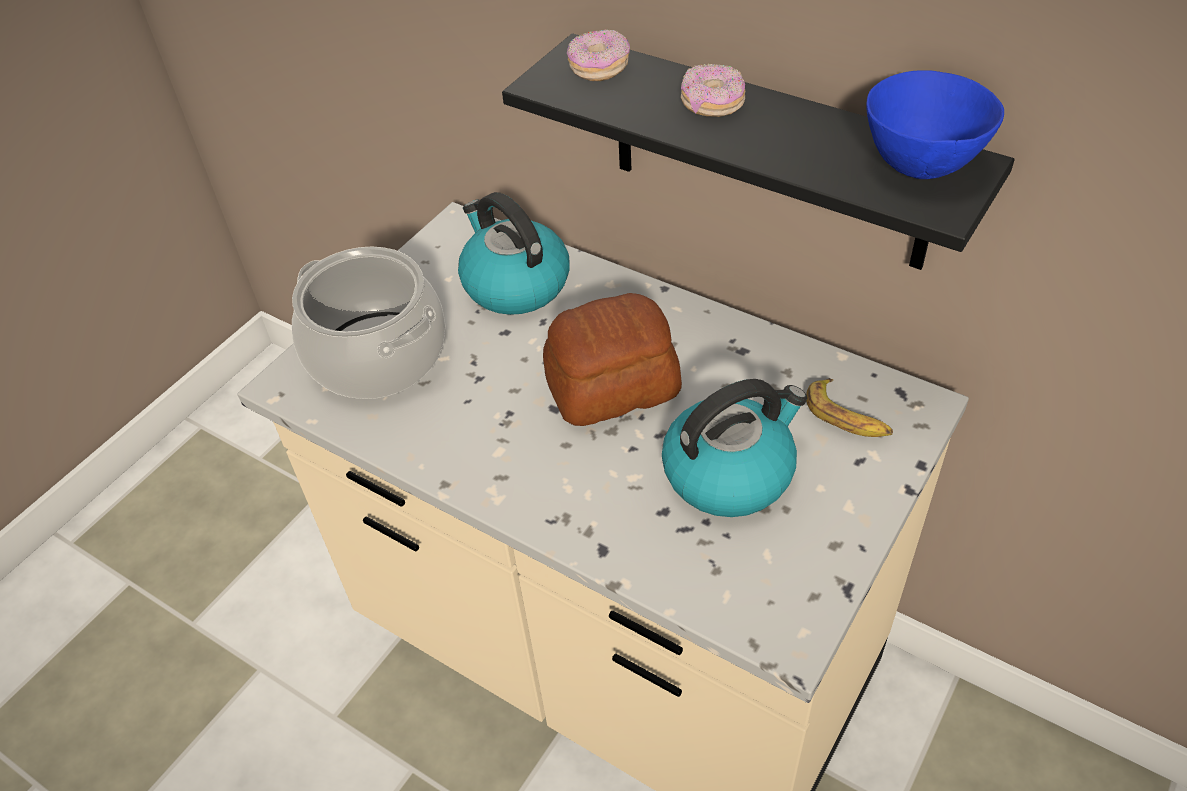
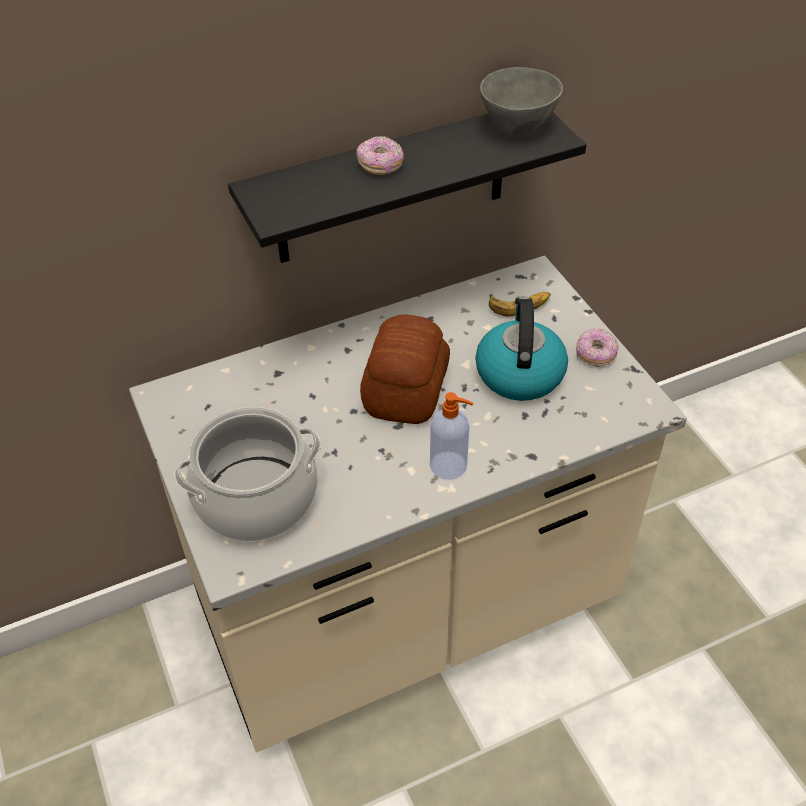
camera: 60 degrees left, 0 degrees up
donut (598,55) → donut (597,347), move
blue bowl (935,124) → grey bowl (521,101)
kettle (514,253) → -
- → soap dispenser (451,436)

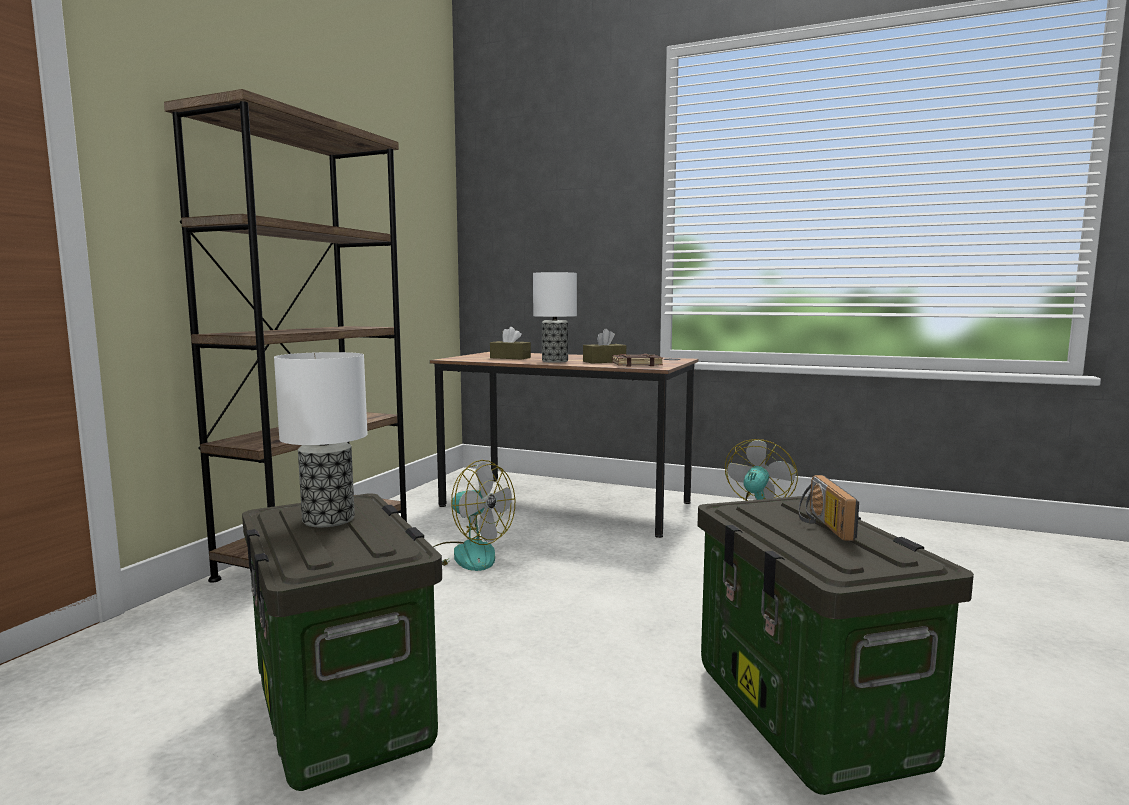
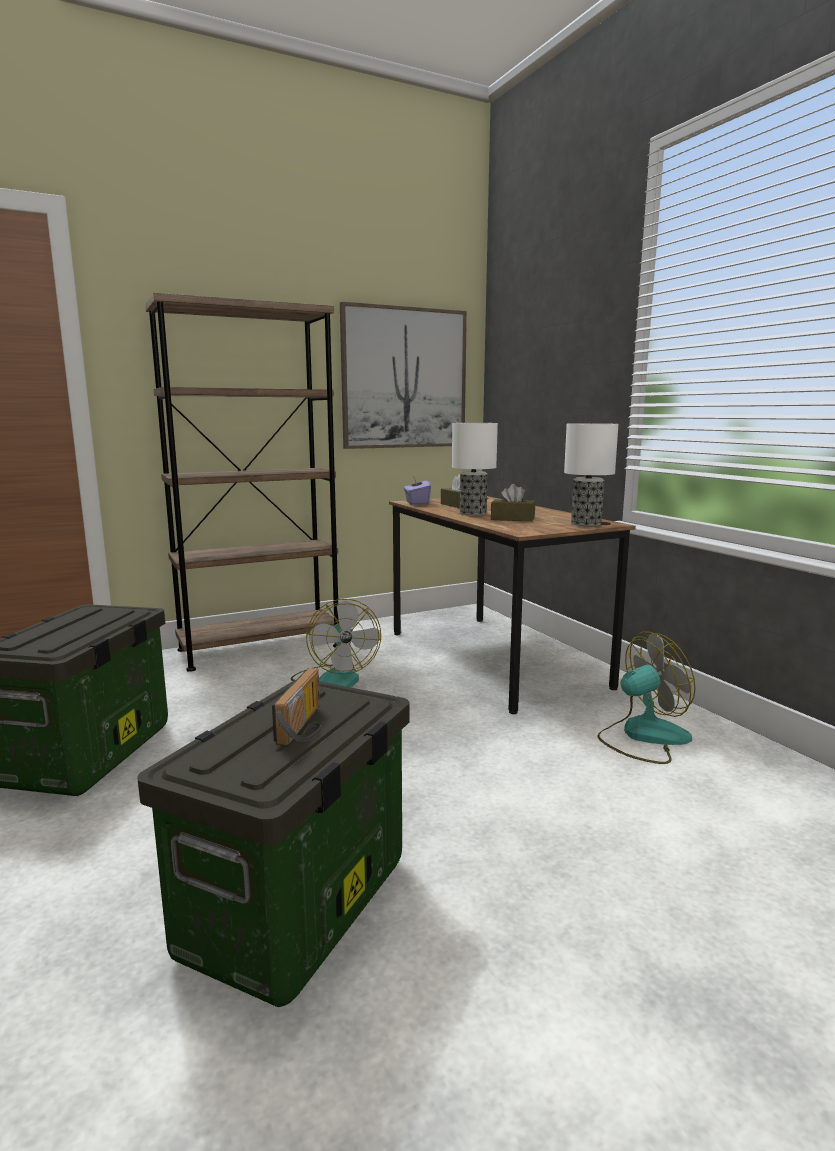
camera: 40 degrees right, 5 degrees up
table lamp (320,439) → table lamp (591,474), move
brown book (637,360) → -
radio (829,508) → radio (296,707), 150 degrees clockwise
- → picture (403,375)
- → purple tissue box (417,490)

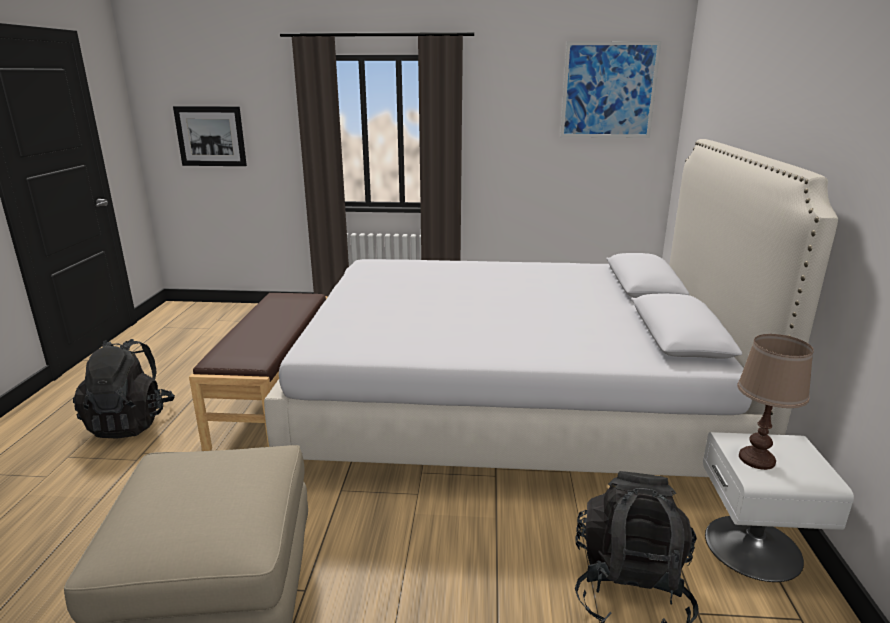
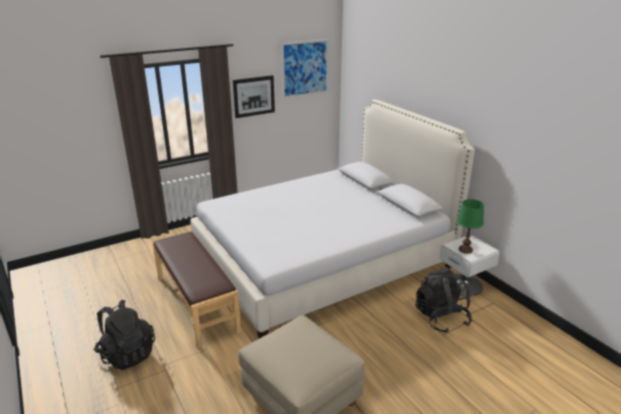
camera: 35 degrees left, 5 degrees up
picture (210,136) → picture (254,96), move
brown table lamp (775,402) → green table lamp (470,226)

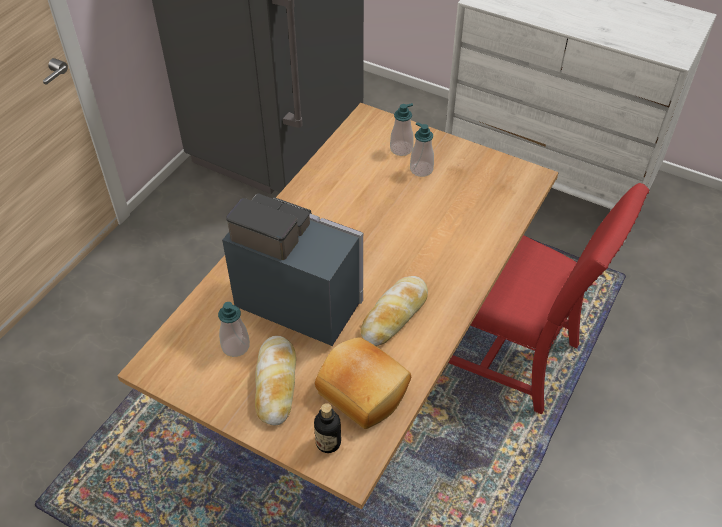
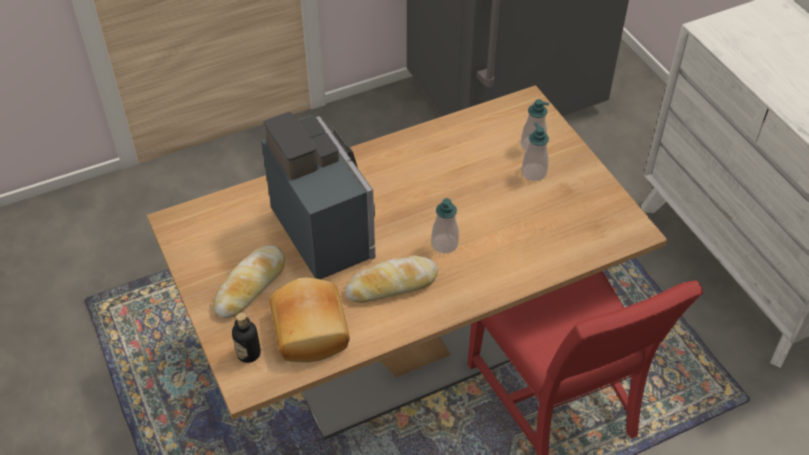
camera: 35 degrees right, 0 degrees up
soap dispenser (234,329) → soap dispenser (445,225), move

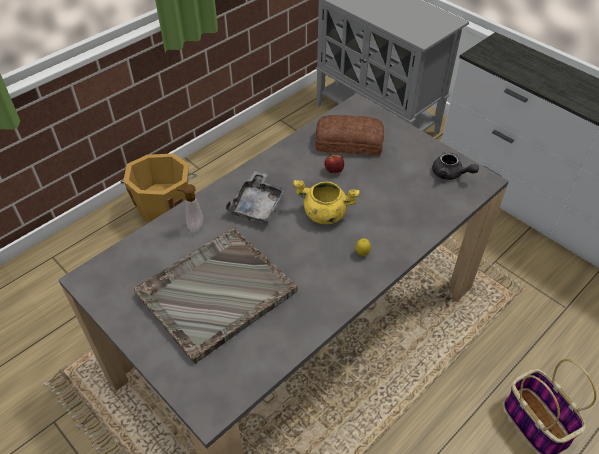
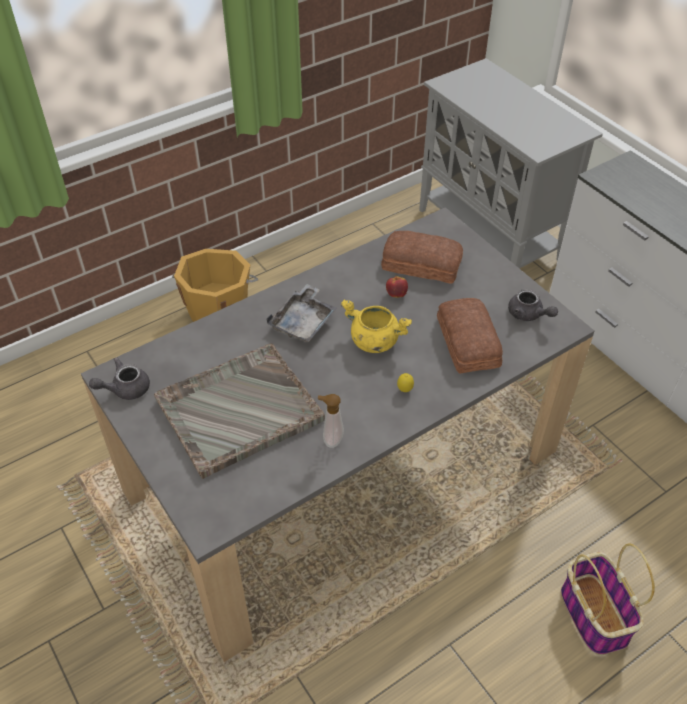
camera: 10 degrees right, 0 degrees up
soap dispenser (189,208) → soap dispenser (331,421), move
- → bread (470,336)
- → grey teapot (119,378)

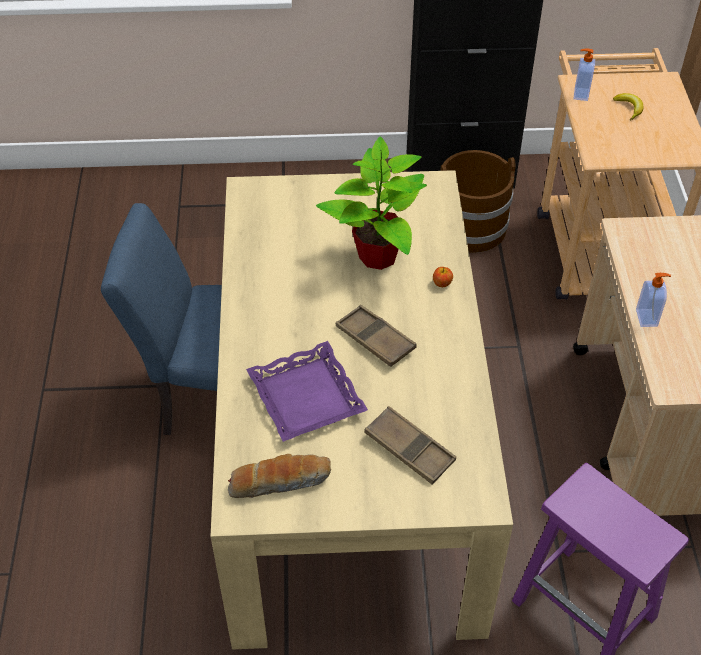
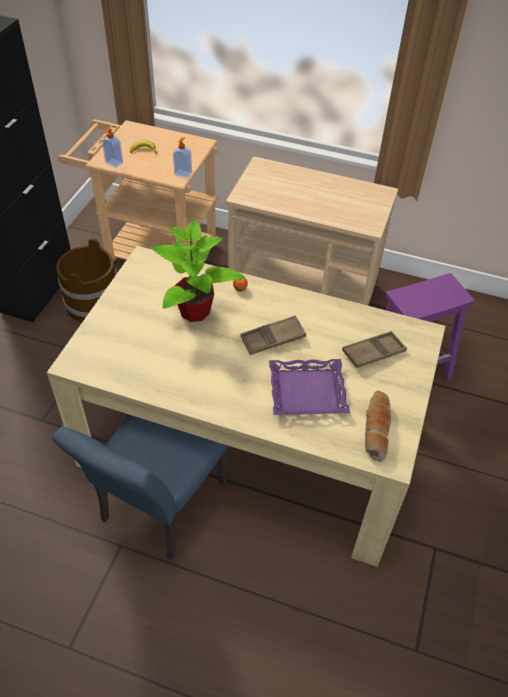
camera: 70 degrees left, 0 degrees up
soap dispenser (653,300) → soap dispenser (182,157), move

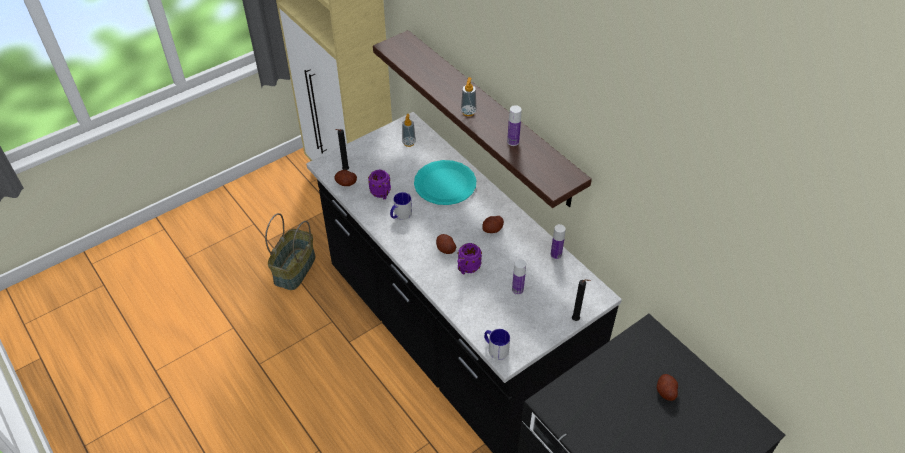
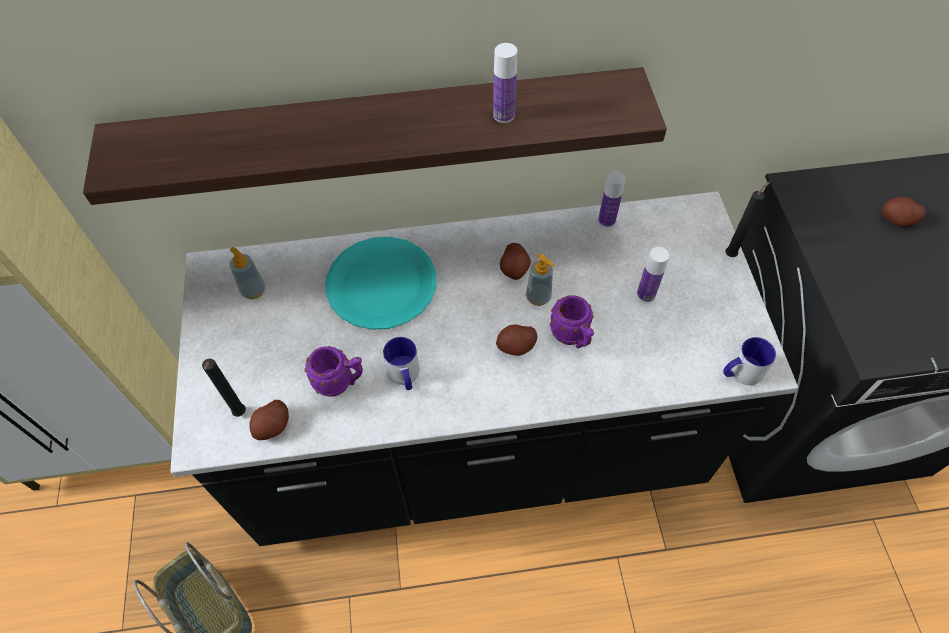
camera: 60 degrees left, 10 degrees up
soap dispenser (468,96) → soap dispenser (540,279), move

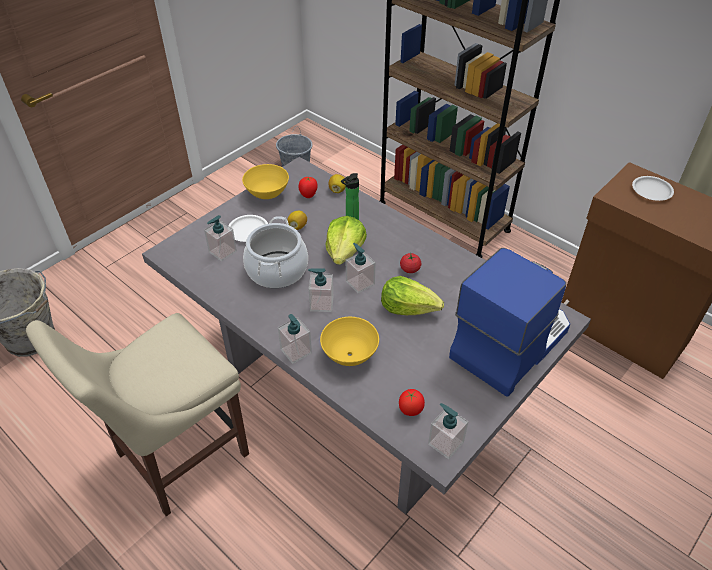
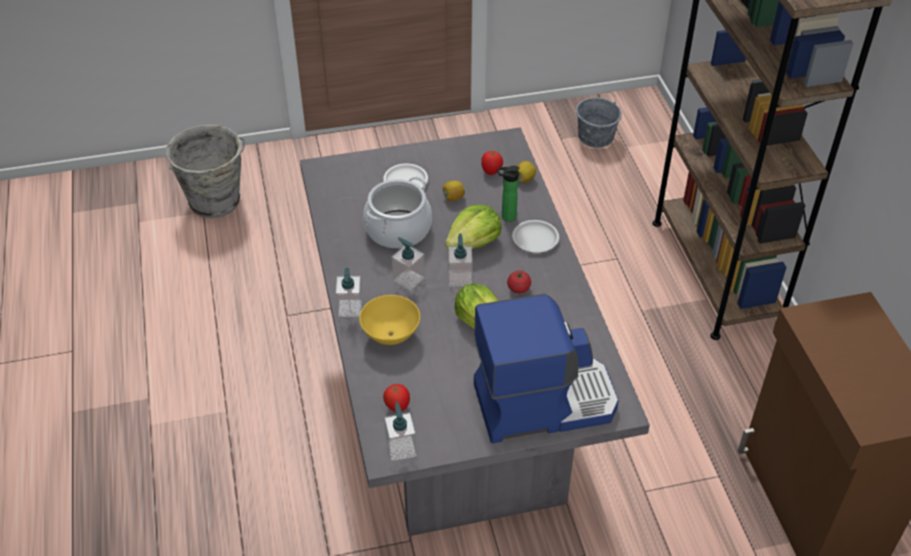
camera: 35 degrees right, 0 degrees up
yellow bowl (265,181) → -
white plate (653,188) → white plate (535,236), move
soap dispenser (220,238) → -
beige chair (137,414) → -

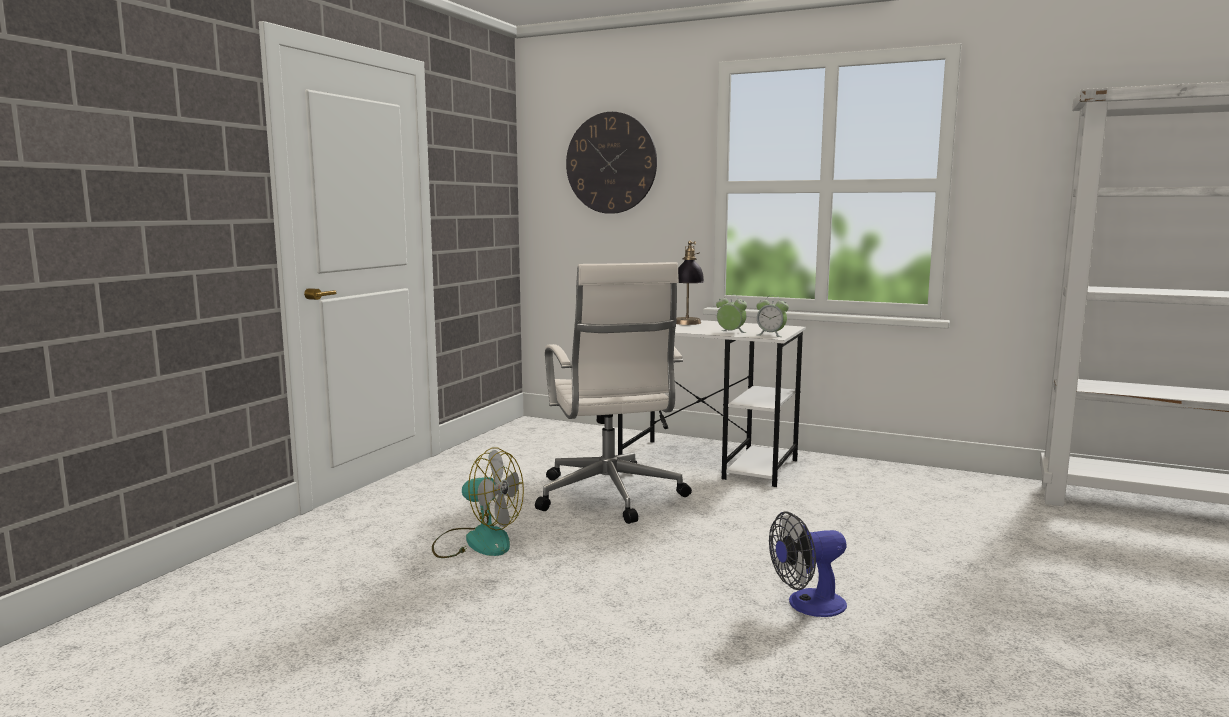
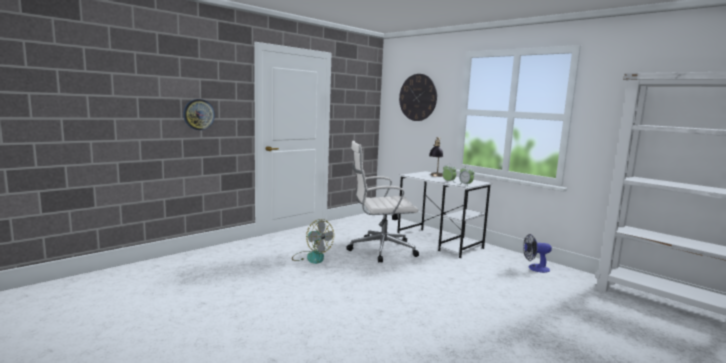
camera: 20 degrees right, 0 degrees up
white office chair (613,393) → white office chair (382,201), 75 degrees clockwise
fan (808,564) → fan (537,253), move
- → wall clock (199,114)

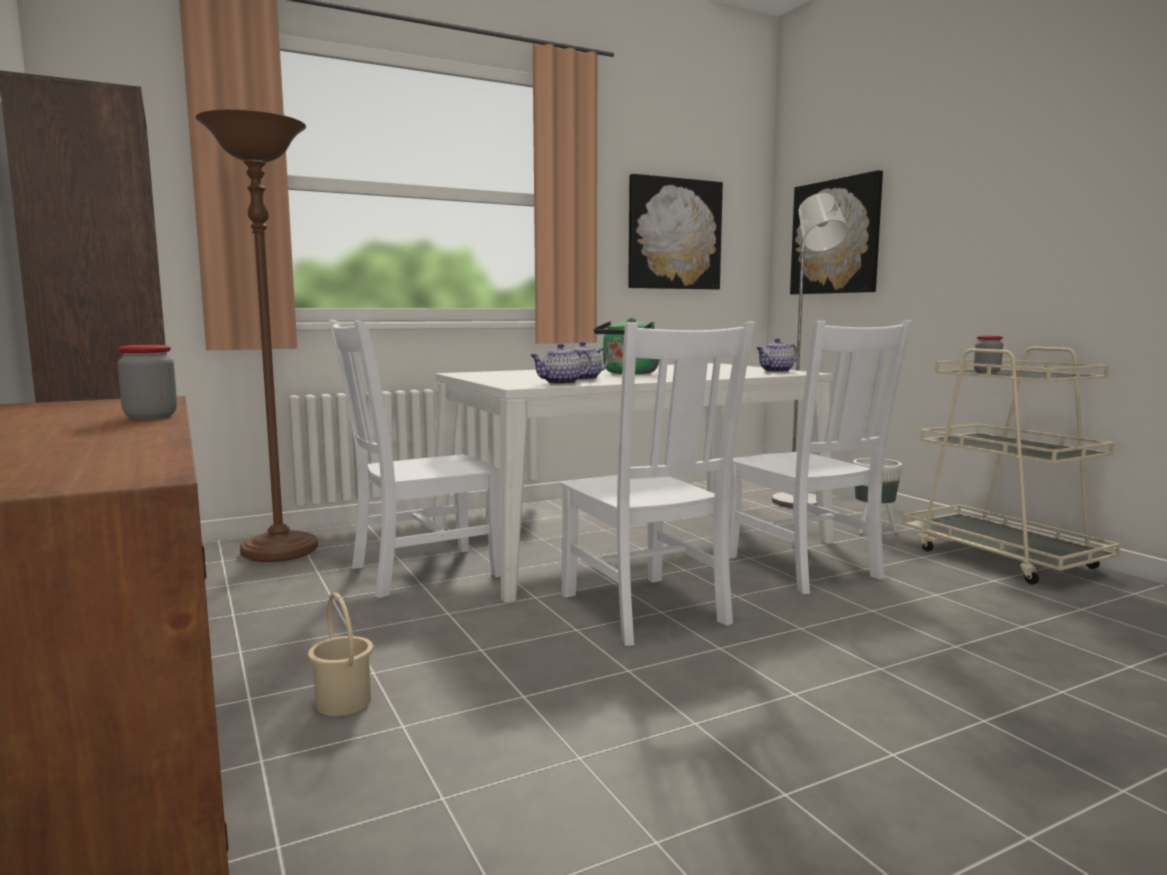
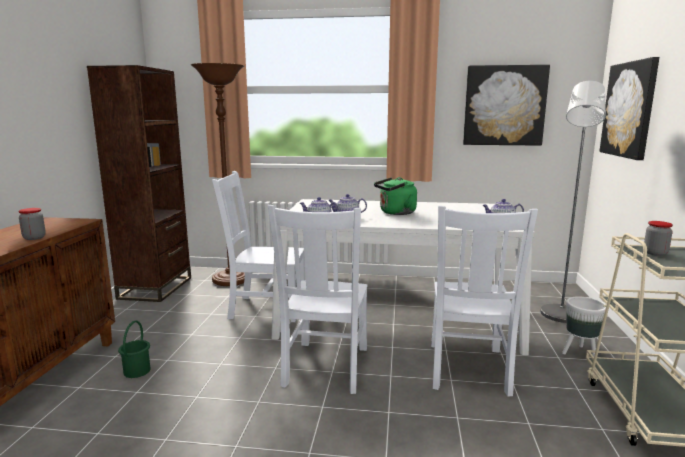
camera: 35 degrees right, 5 degrees up
beige bucket (340,654) → green bucket (134,349)

